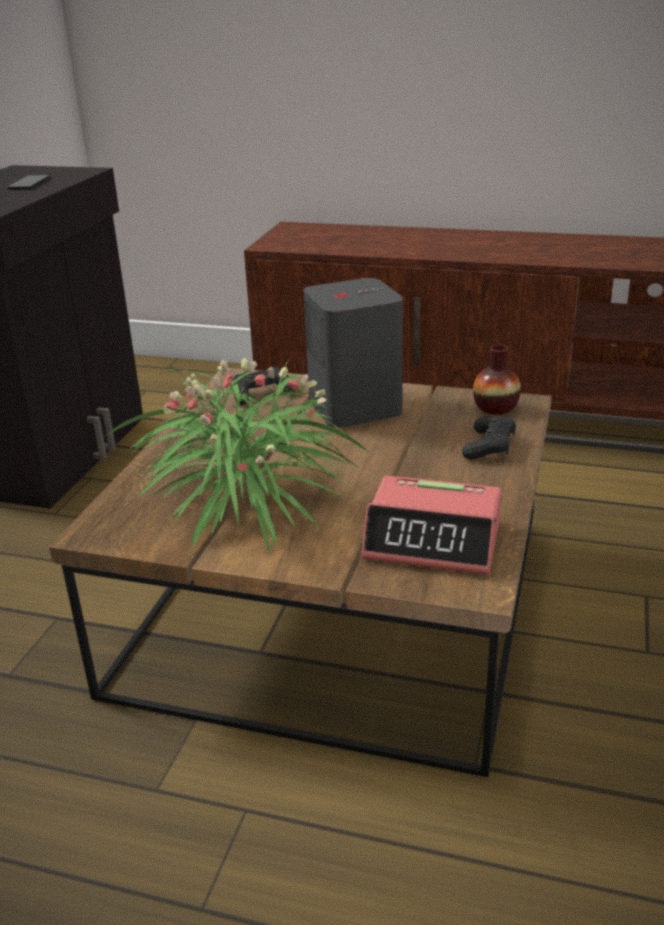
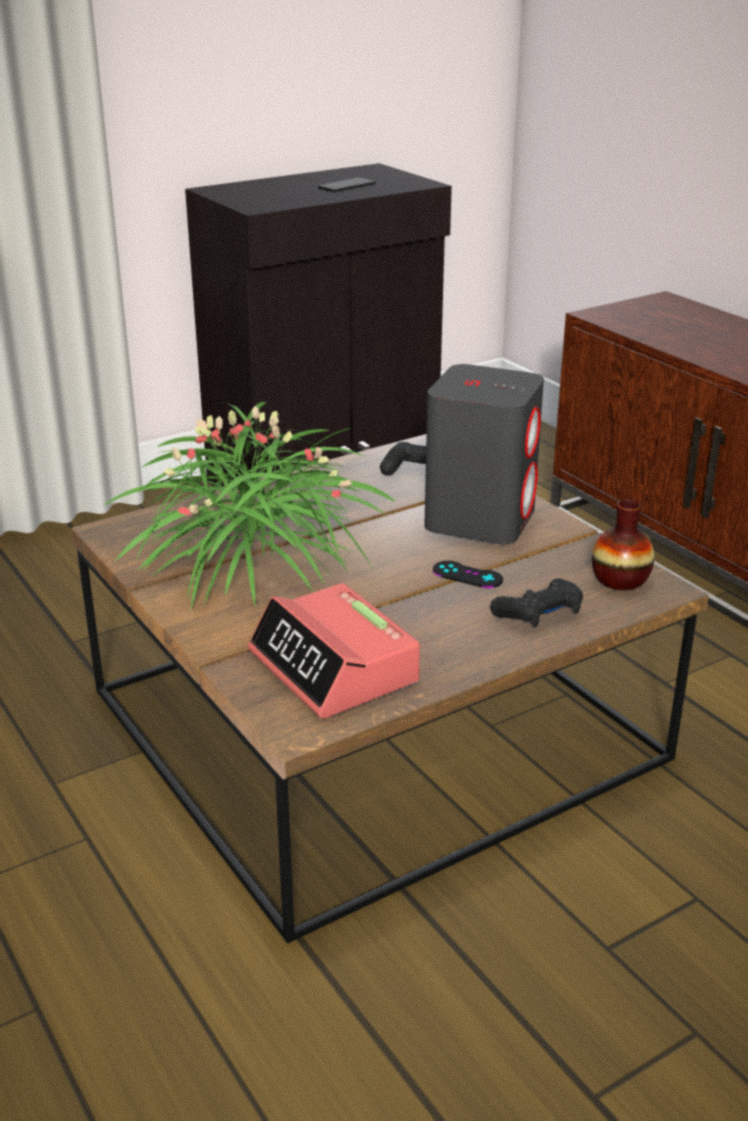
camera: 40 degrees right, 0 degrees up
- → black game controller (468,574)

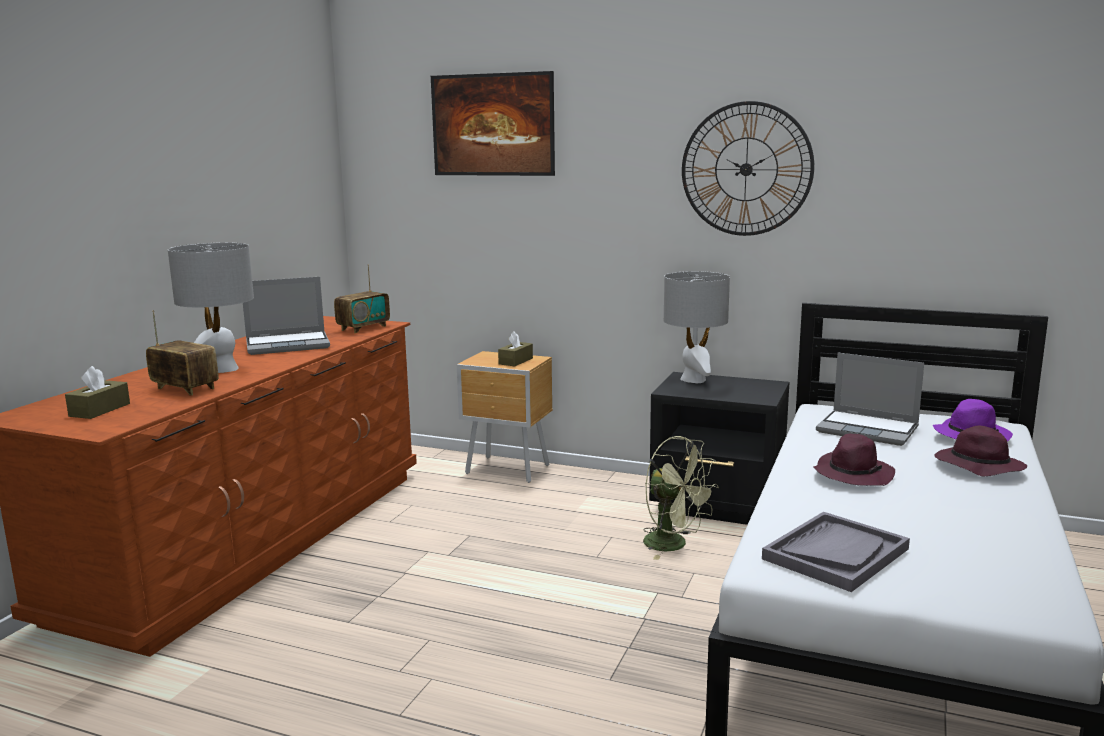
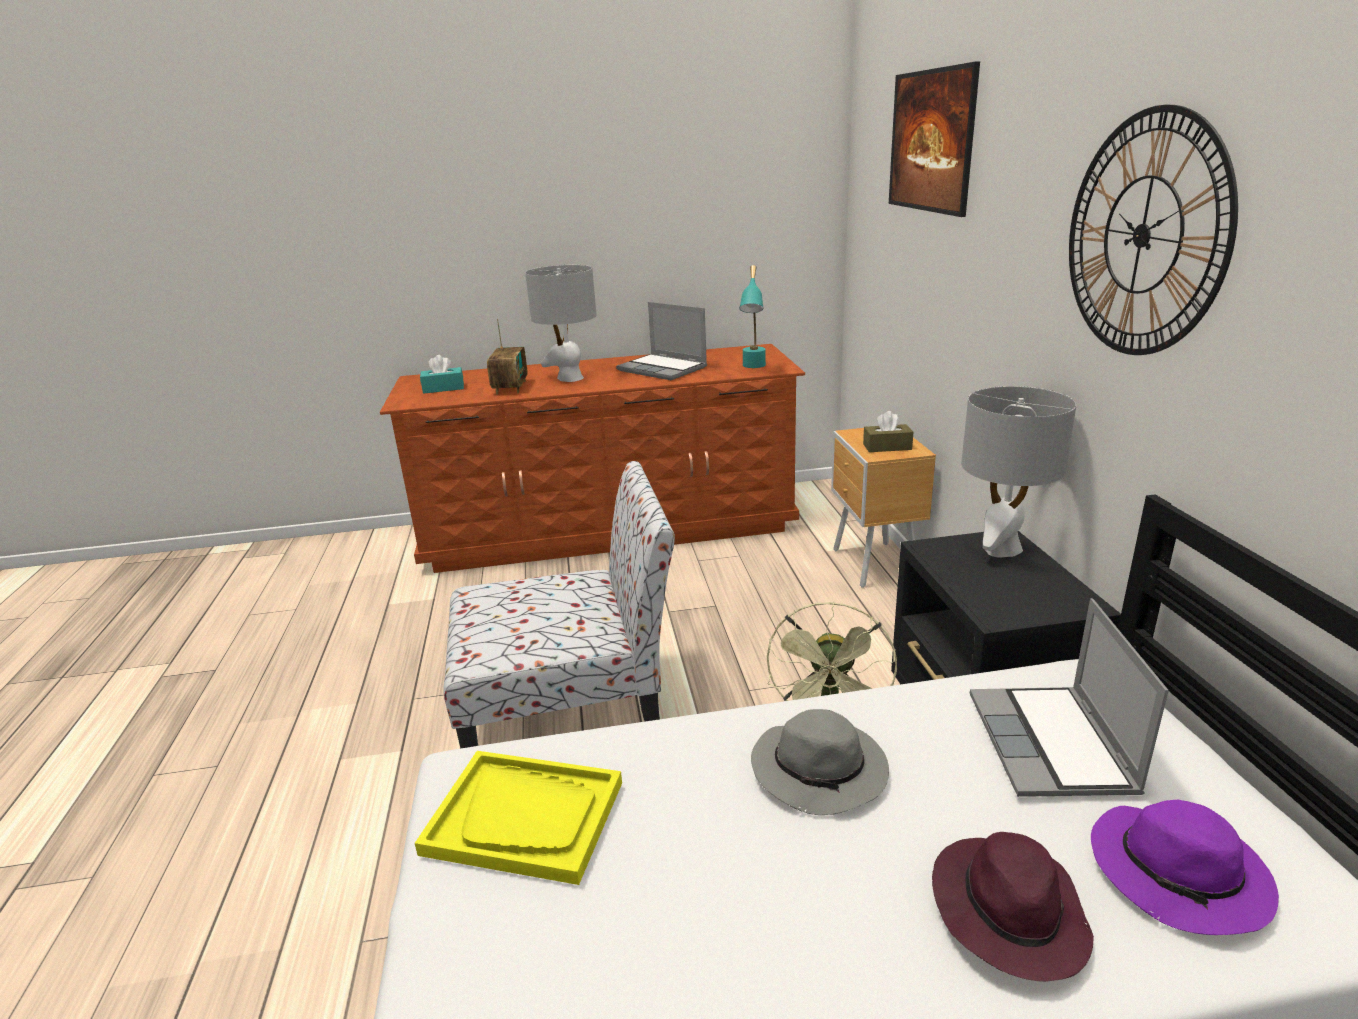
camera: 60 degrees right, 10 degrees up
radio (362,298) → turquoise table lamp (752,316)
brown tissue box (97,392) → turquoise tissue box (442,374)
purple hat (854,460) → grey hat (820,762)
grey tray (836,552) → yellow tray (518,818)
- → chair (559,605)

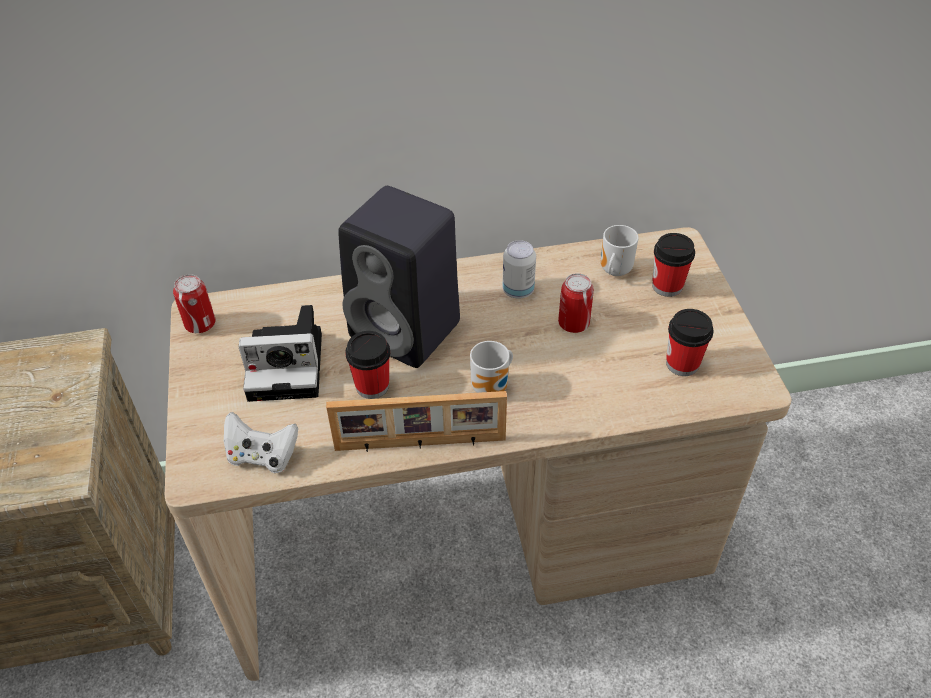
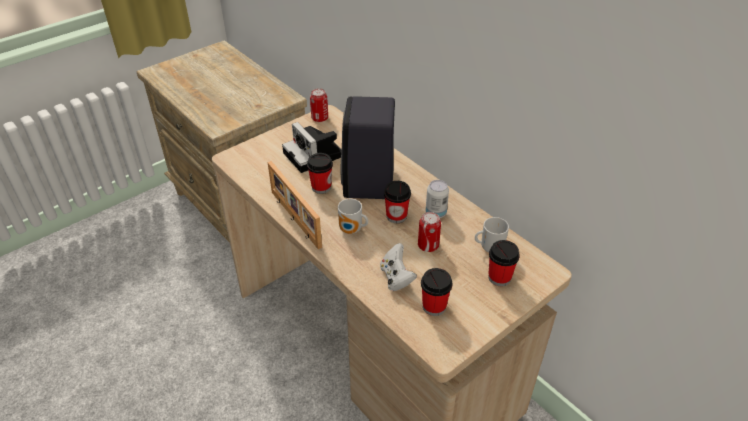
camera: 60 degrees right, 5 degrees down
white game controller (261,442) → white game controller (398,267), move
- → cup (397,202)

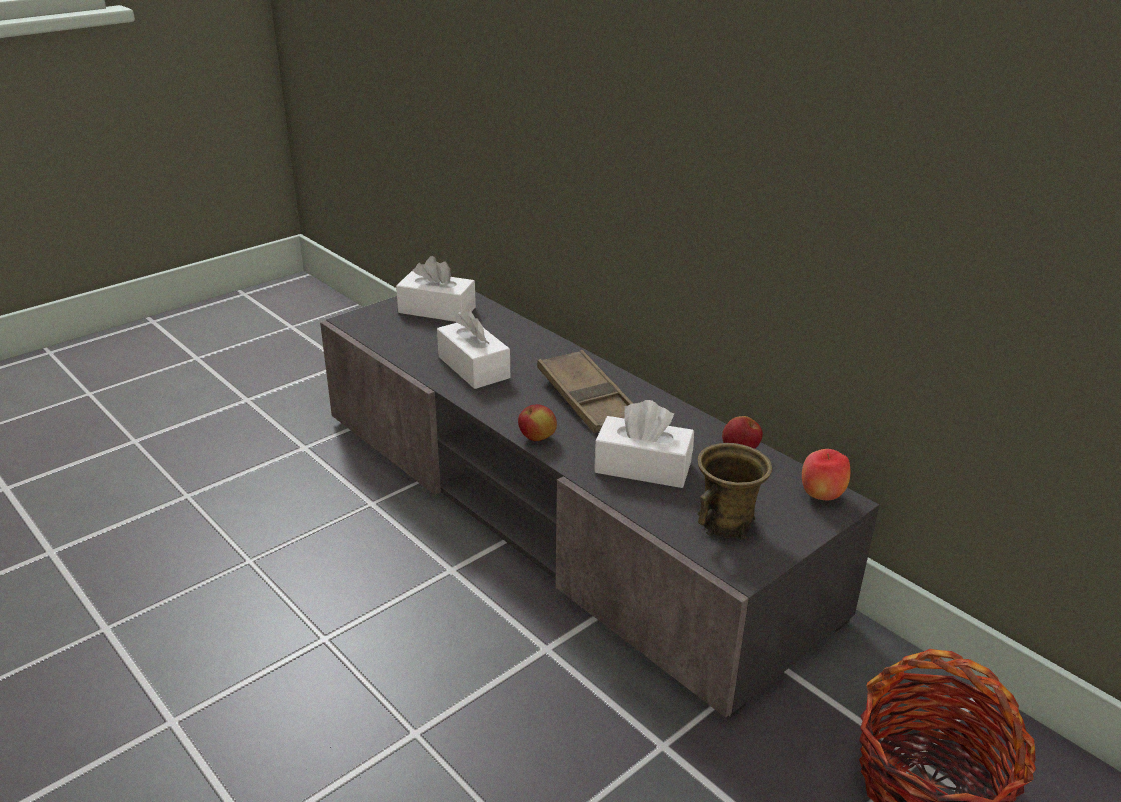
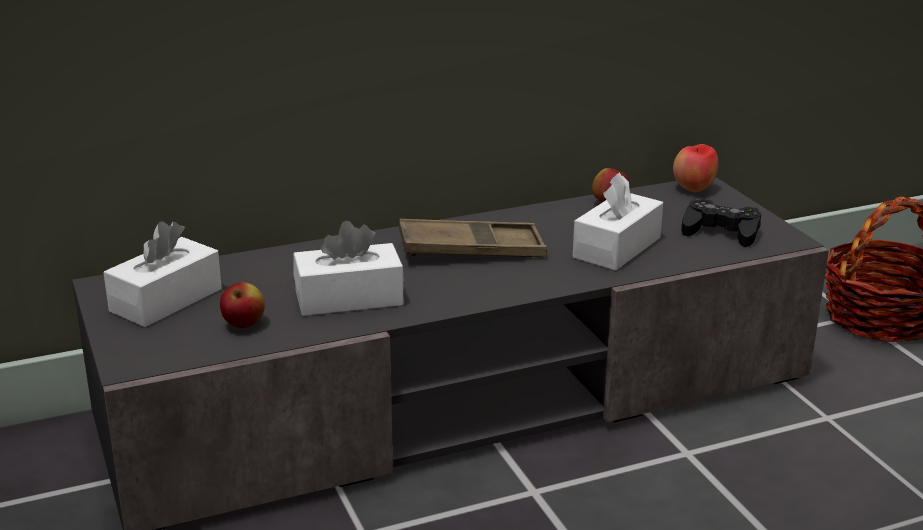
camera: 70 degrees left, 5 degrees down
apple (537,422) → apple (242,305), move
brown mug (735,491) → black game controller (721,223)

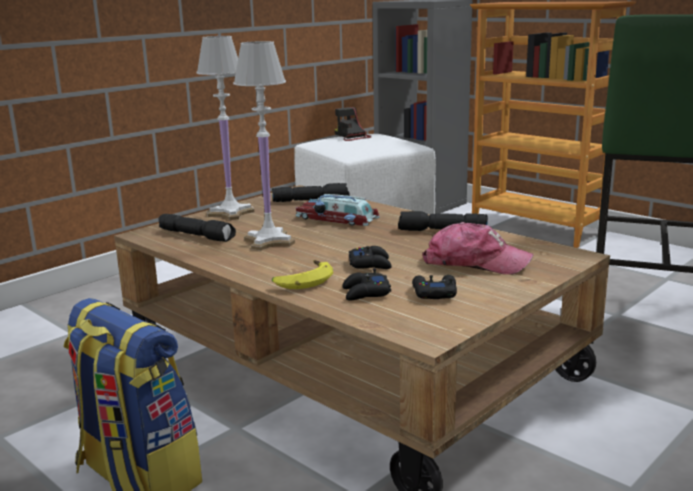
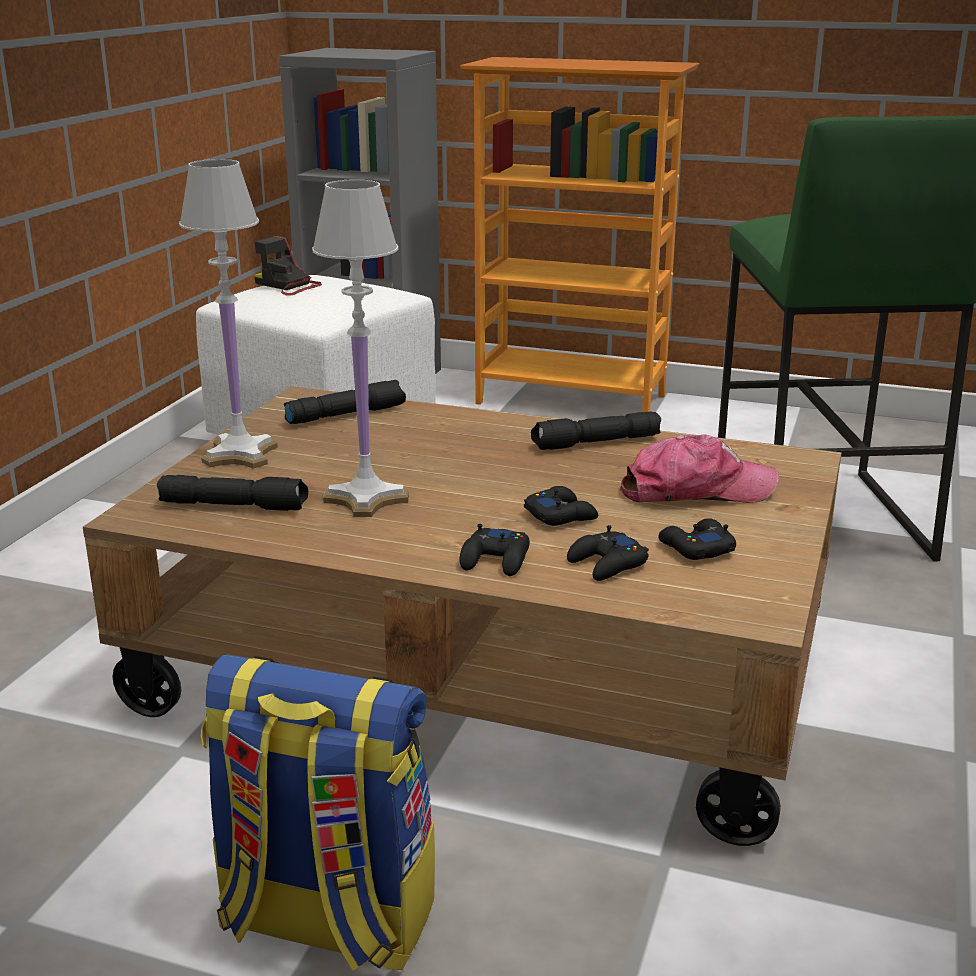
camera: 25 degrees left, 5 degrees up
toy car (337,210) → -
banana (302,274) → black game controller (495,550)

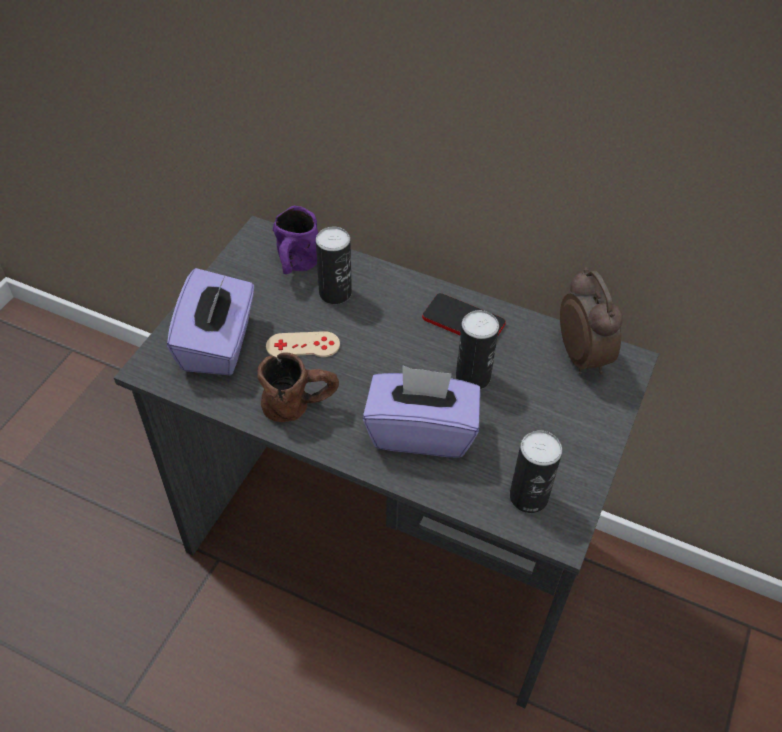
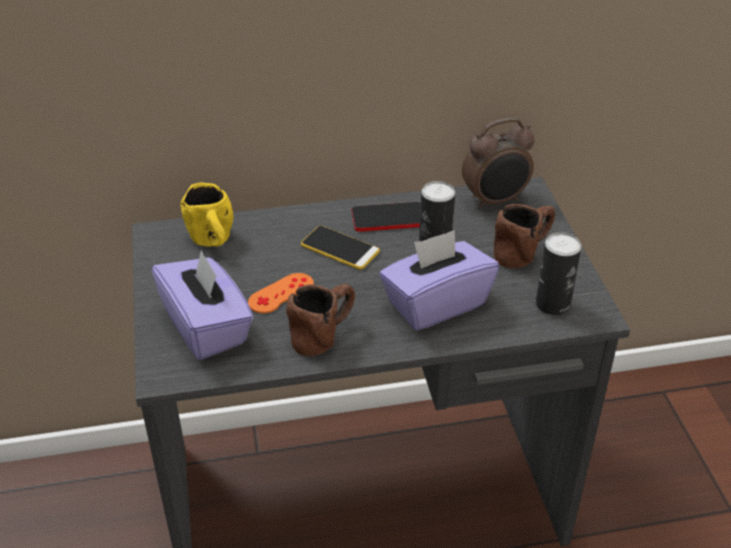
camera: 35 degrees left, 10 degrees down
purple mug (295,240) → yellow mug (206,215)
can (334,265) → -
alarm clock (591,320) → alarm clock (498,164), 120 degrees clockwise
beige game controller (303,345) → orange game controller (281,293)
- → brown mug (524,236)
- → phone (340,248)

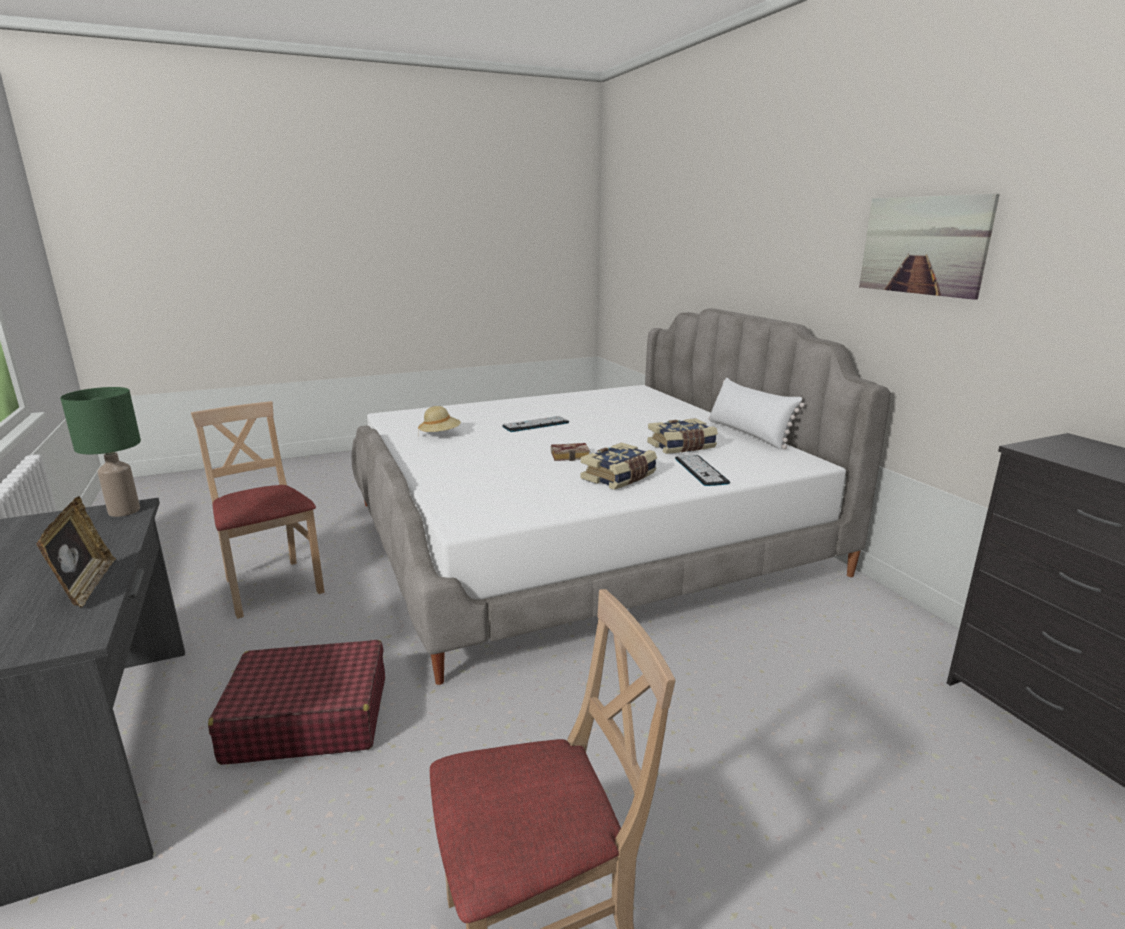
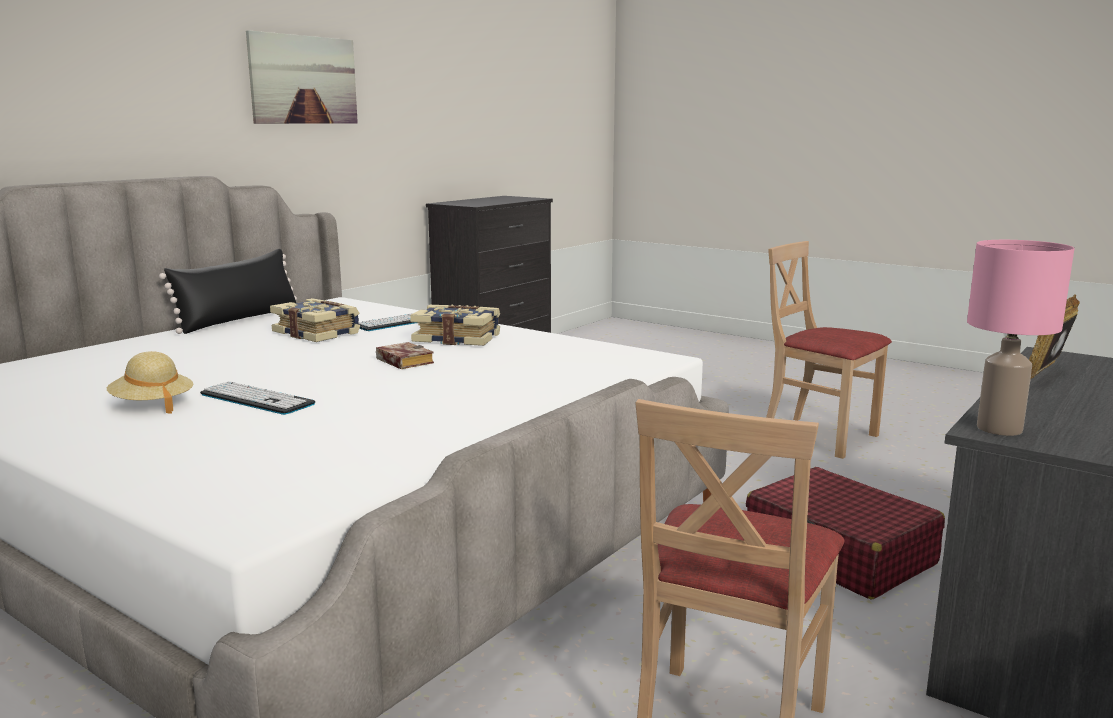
camera: 120 degrees left, 5 degrees down
white pillow (757,414) → black pillow (228,291)
green table lamp (100,452) → pink table lamp (1020,338)
beige hat (439,421) → beige hat (150,382), move

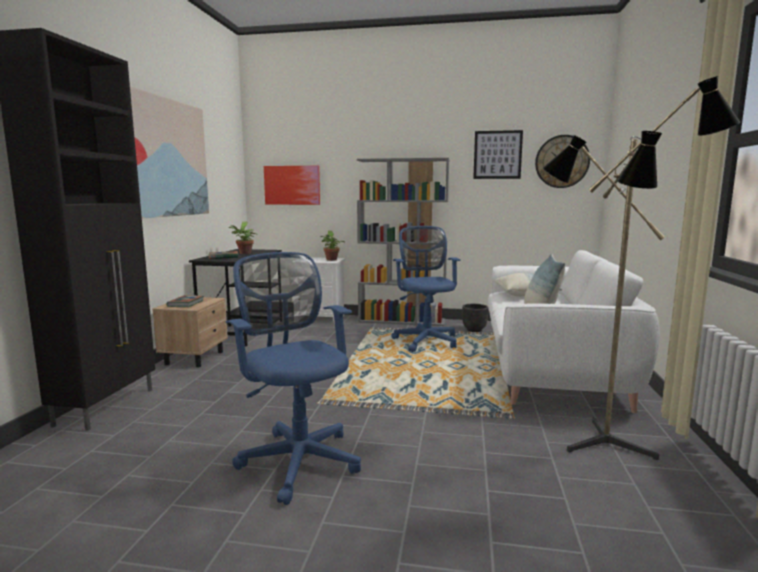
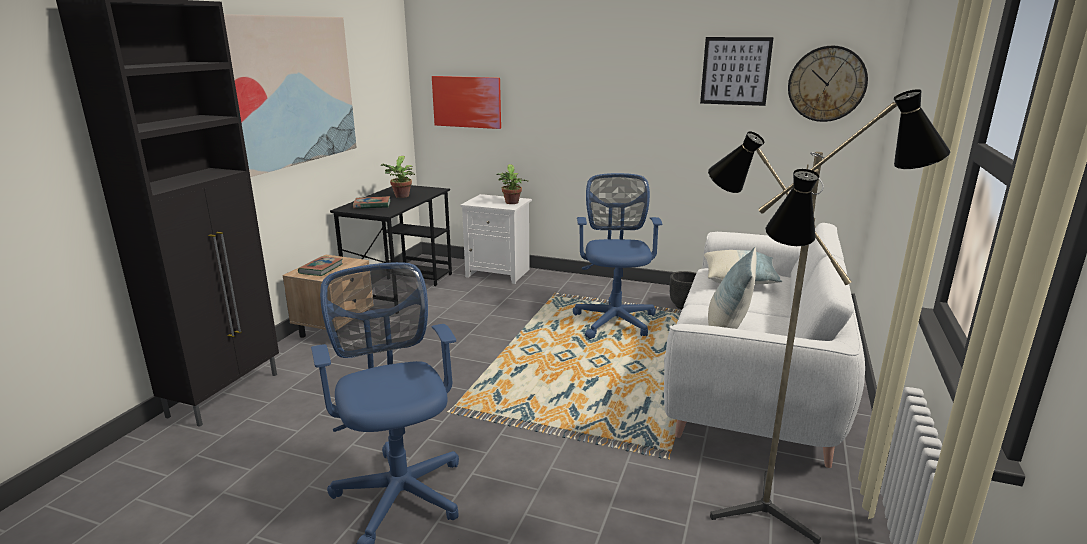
camera: 10 degrees right, 10 degrees up
grey bookcase (403,242) → -

